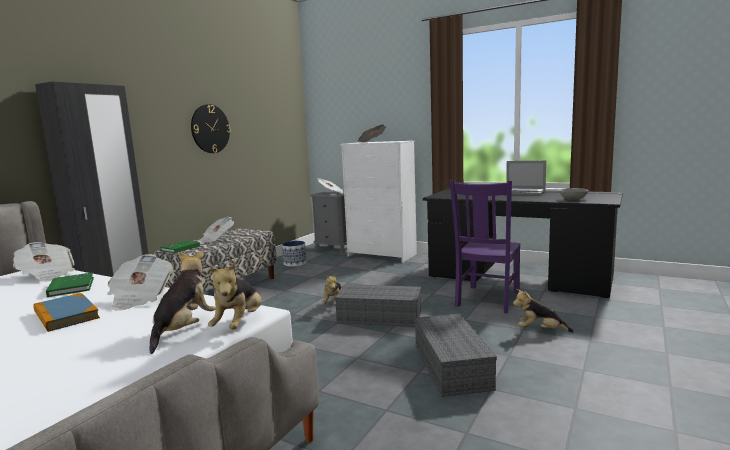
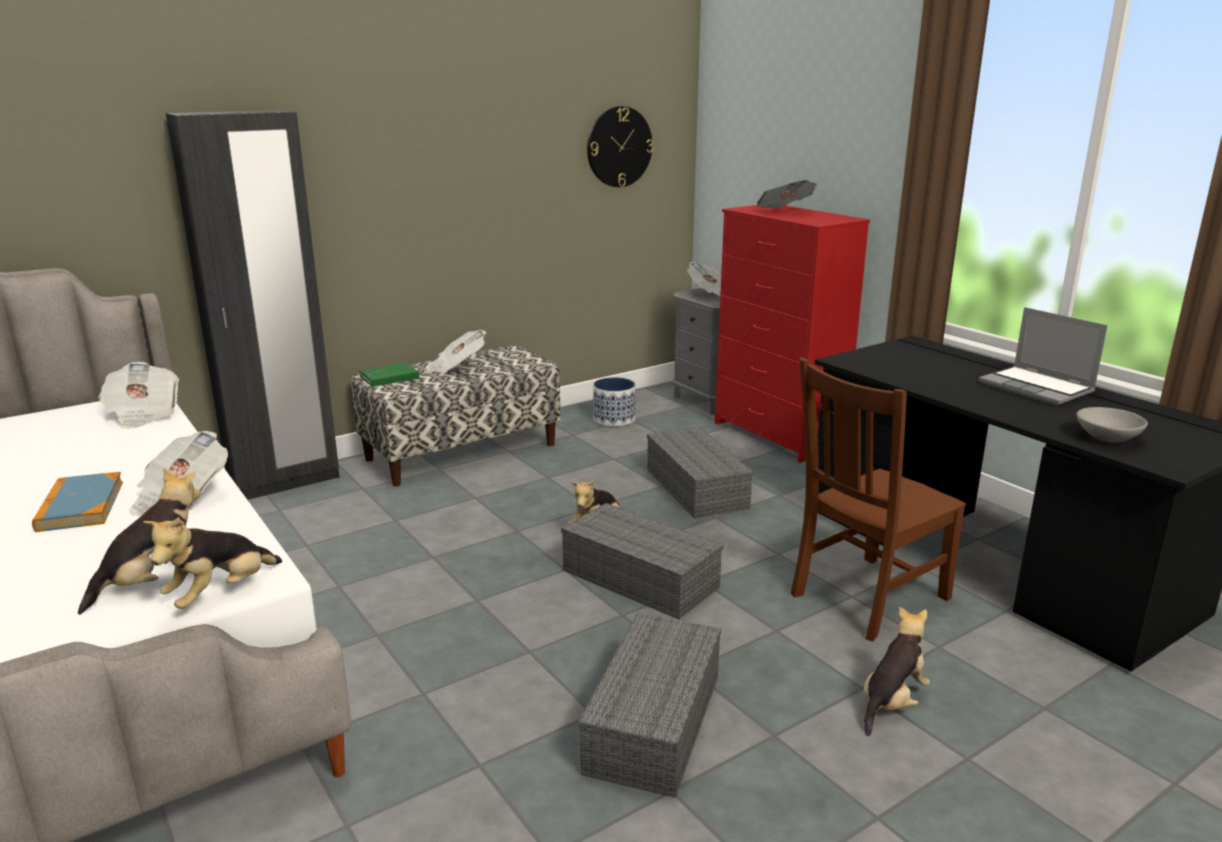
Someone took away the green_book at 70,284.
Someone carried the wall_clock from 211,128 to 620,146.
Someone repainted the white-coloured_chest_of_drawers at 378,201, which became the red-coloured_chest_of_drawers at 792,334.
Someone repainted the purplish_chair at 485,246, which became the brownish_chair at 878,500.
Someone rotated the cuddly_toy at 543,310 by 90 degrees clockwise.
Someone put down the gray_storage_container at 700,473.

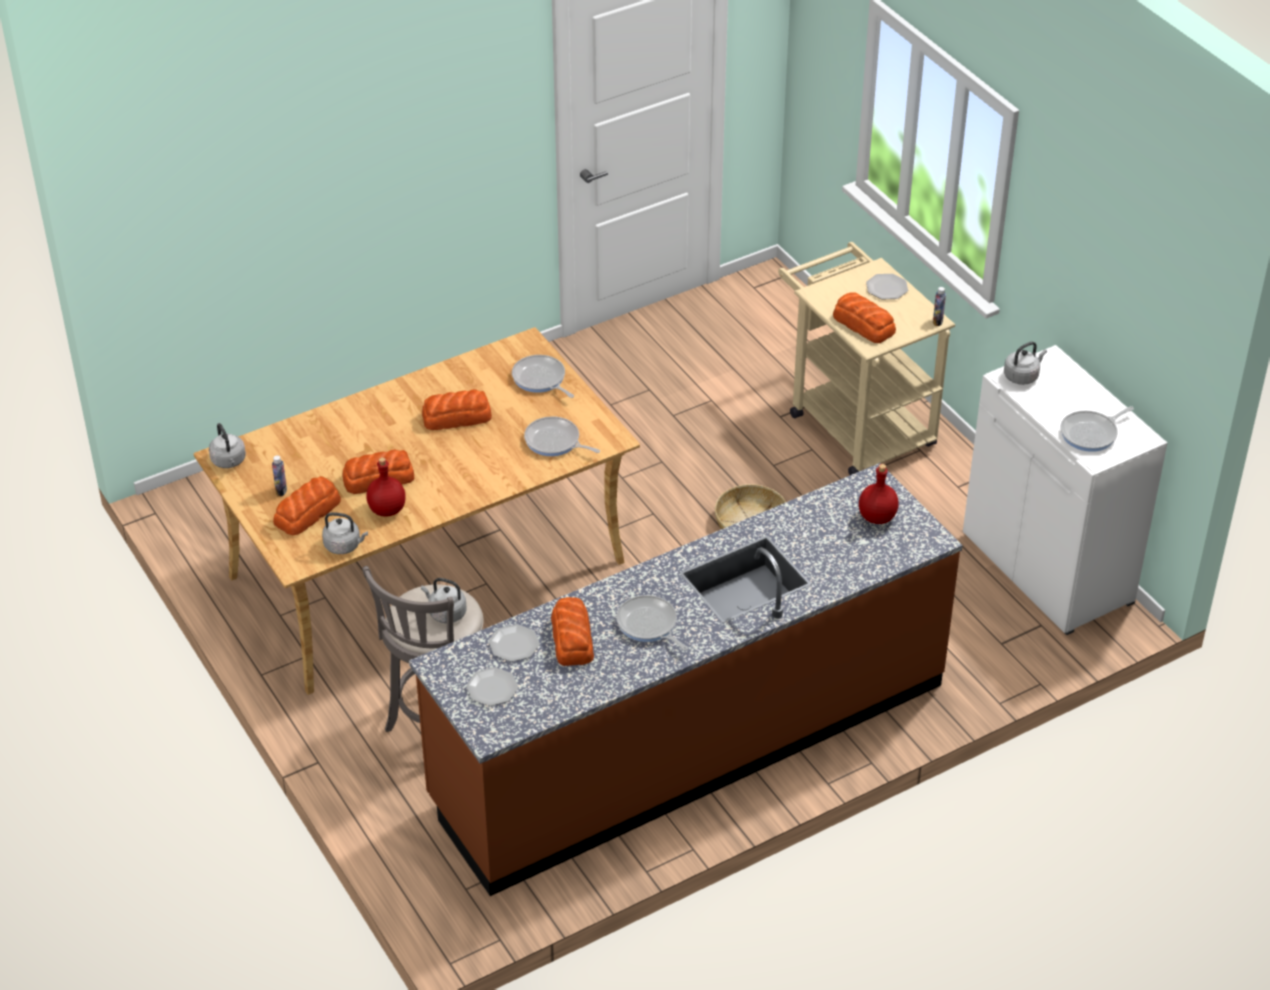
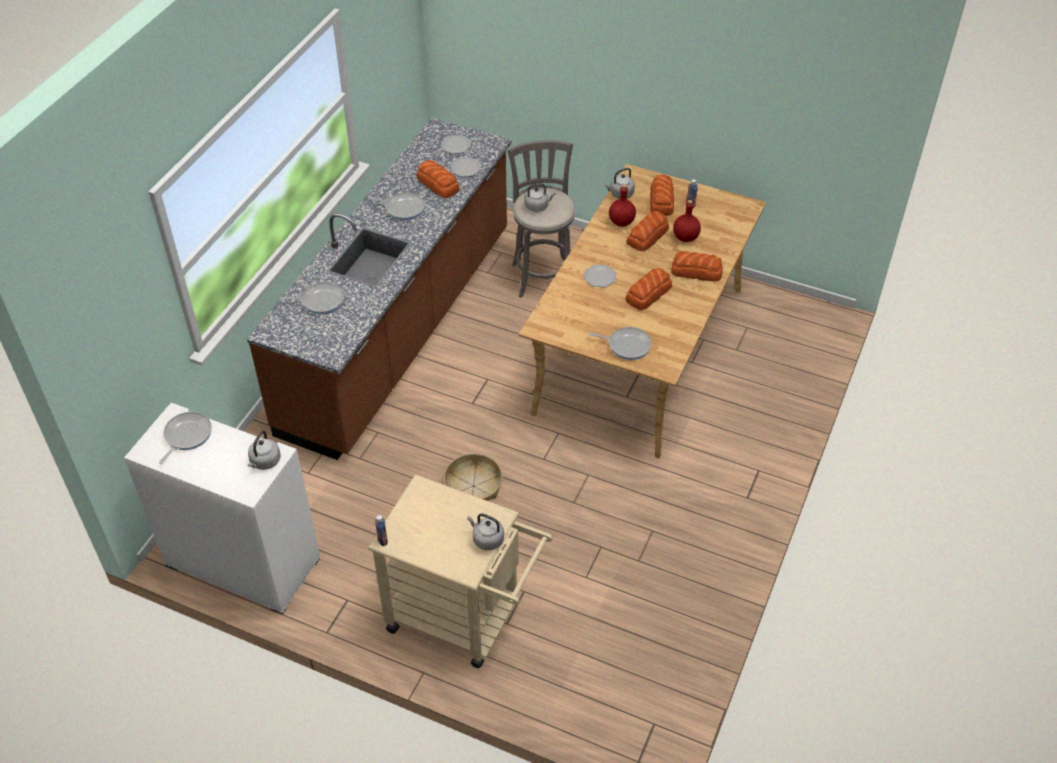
Someone carried the gray_water_kettle from 227,445 to 485,531.
Someone carried the pan from 562,436 to 311,298.
Someone carried the bread from 864,318 to 697,266.
Someone carried the red-coloured_bottle from 879,494 to 687,221.
Someone carried the plate from 887,286 to 600,276.

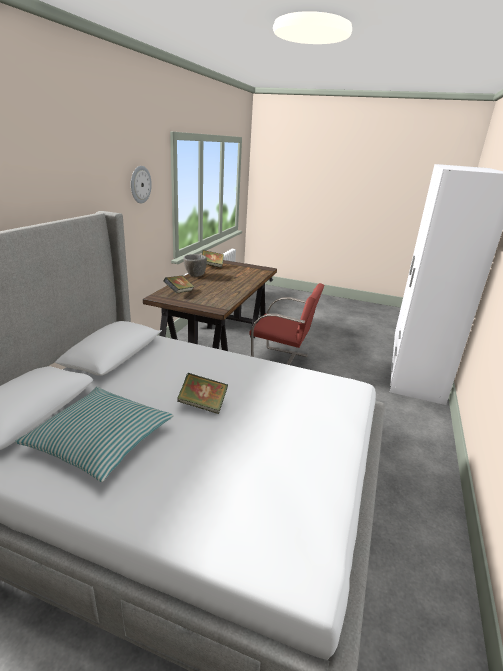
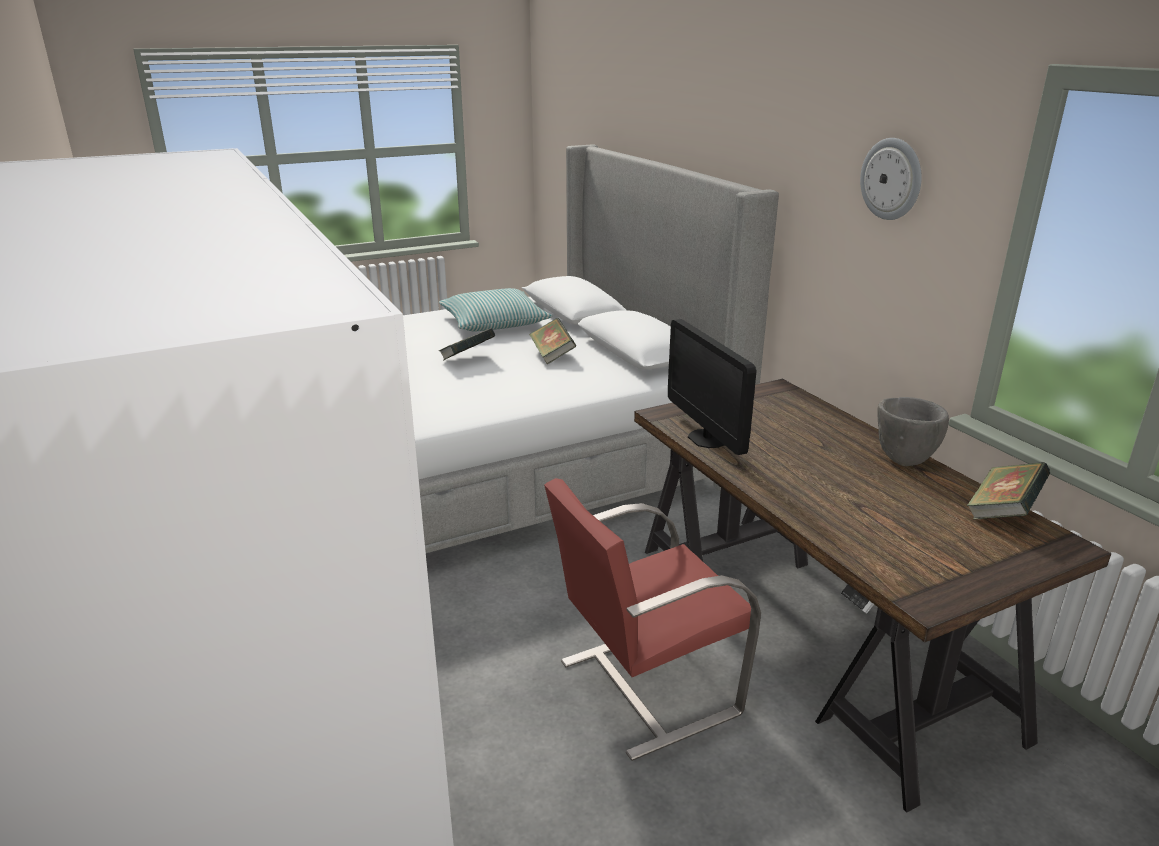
Someone carried the book from 179,284 to 552,341.
Someone put down the monitor at 712,387.

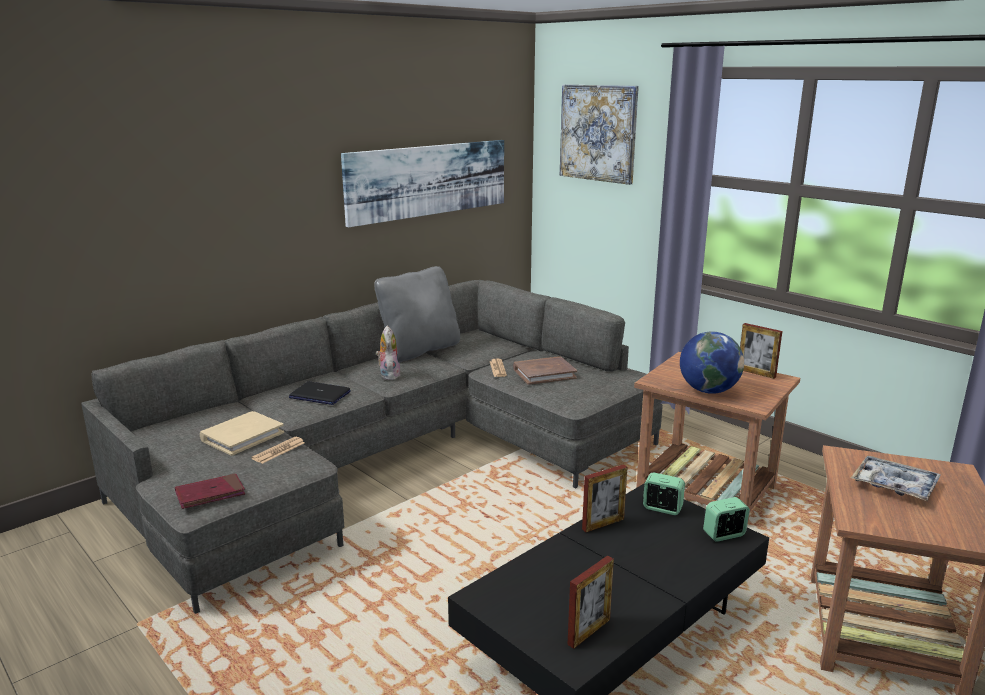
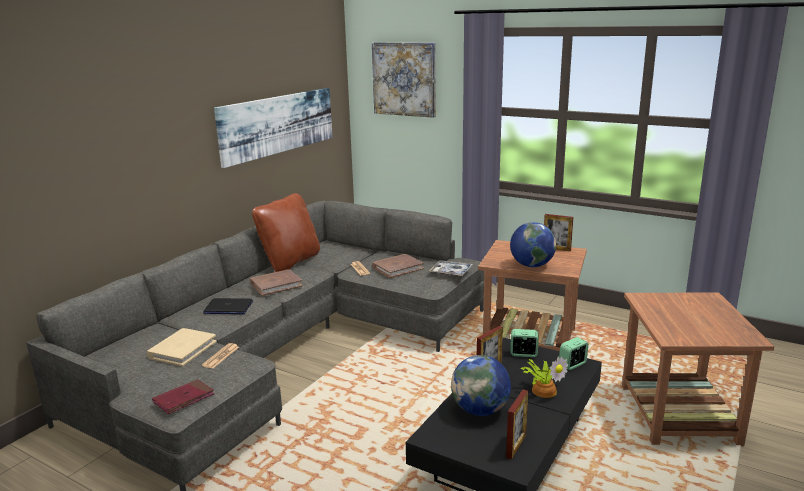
Someone repainted the gray_cushion at 417,314, which became the brownish_cushion at 286,232.
Someone swapped the cuddly_toy at 388,353 for the brownish_book at 276,282.
Someone carried the tray from 896,478 to 451,268.
Someone put down the world_globe at 481,385.
Someone put down the plant_in_a_pot at 544,377.

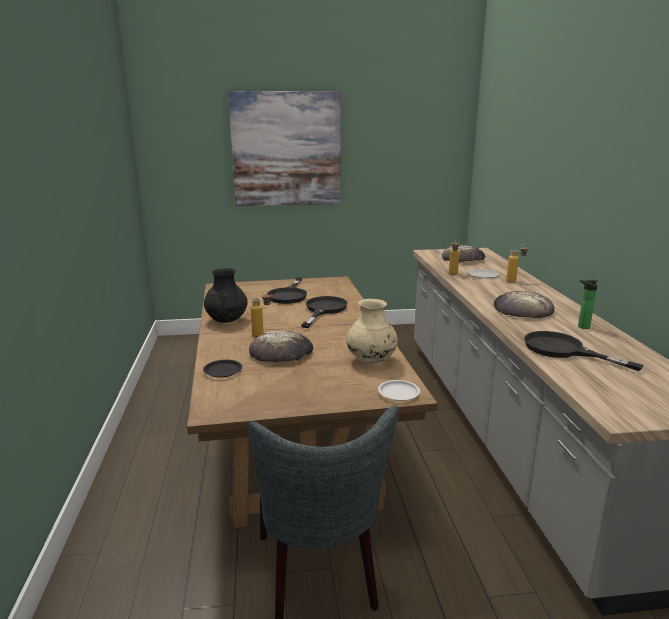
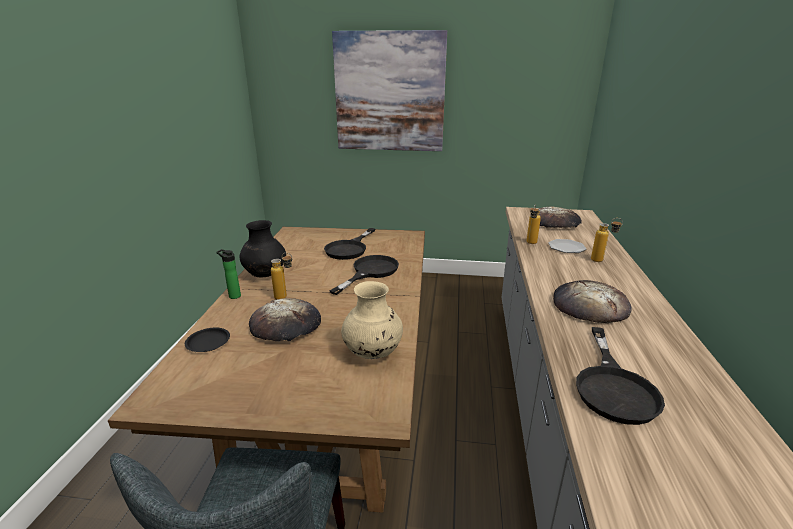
Someone took away the white-coloured_plate at 399,390.
Someone rotated the black-coloured_pan at 584,351 by 135 degrees counterclockwise.
Someone carried the bottle from 588,304 to 229,274.

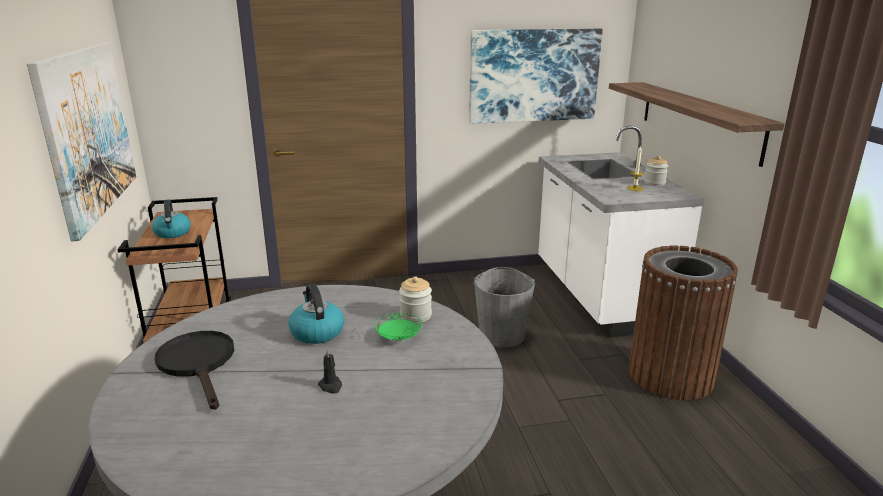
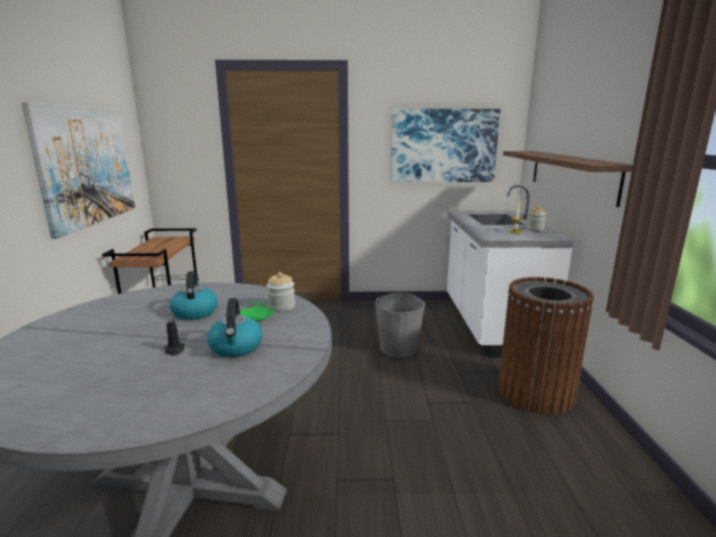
Someone carried the water_kettle from 171,219 to 235,327.
Someone took away the black-coloured_pan at 194,370.

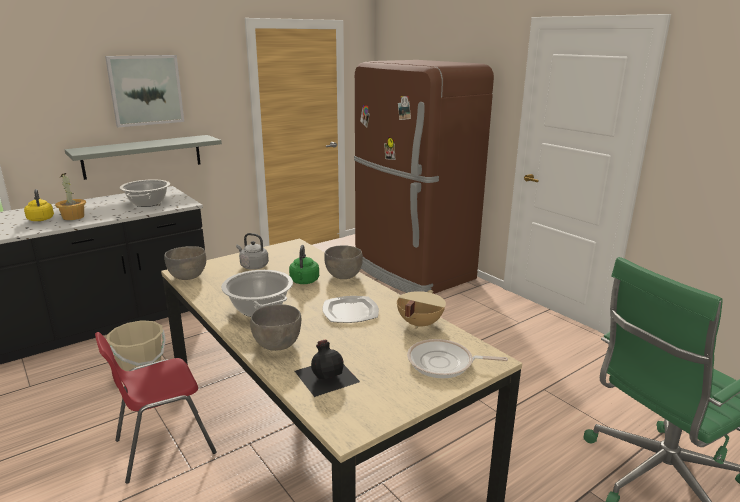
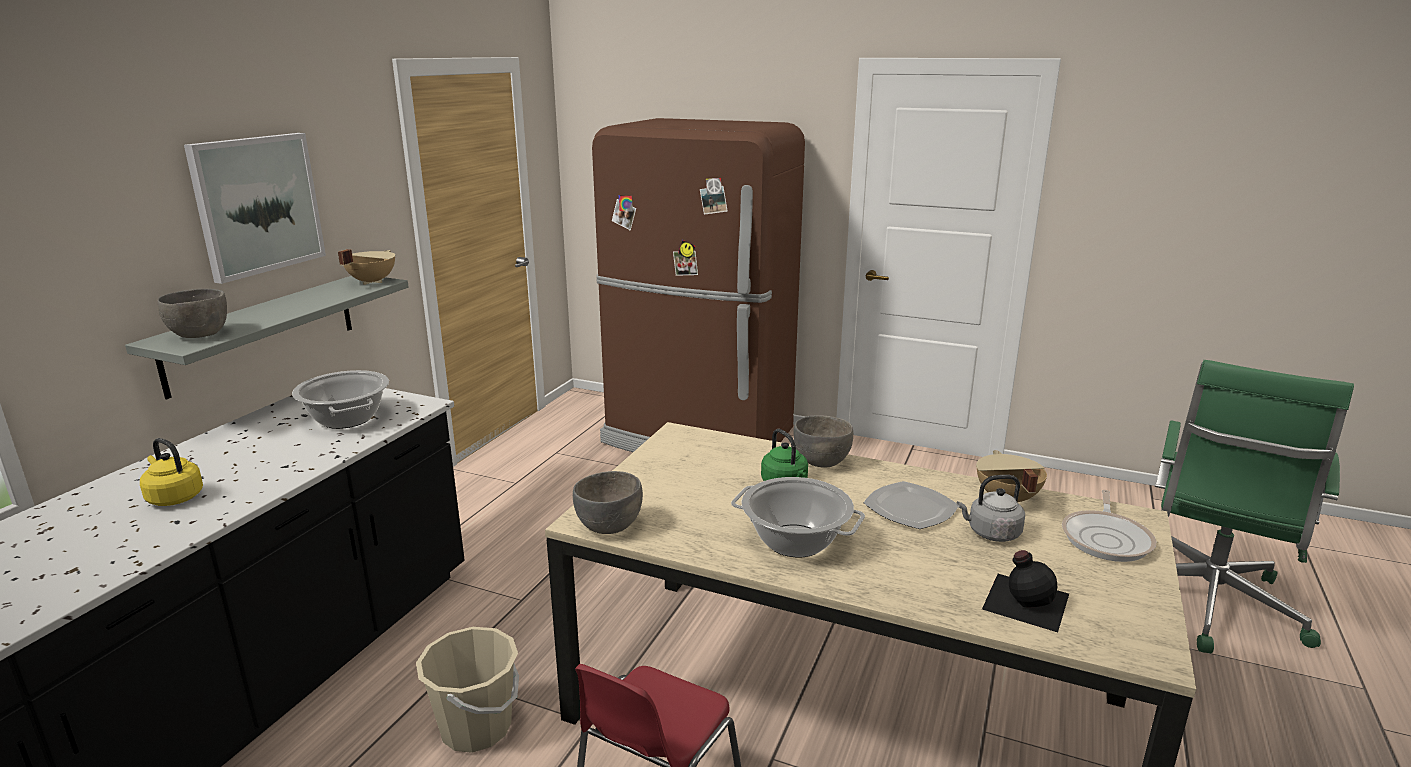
Someone took away the plant_in_a_pot at 70,196.
Someone carried the gray_water_kettle from 252,251 to 990,508.
Someone carried the gray_serving_bowl from 275,327 to 192,313.
Someone rotated the pan at 457,358 by 45 degrees counterclockwise.
Someone put down the sand-coloured_cooking_pot at 366,267.

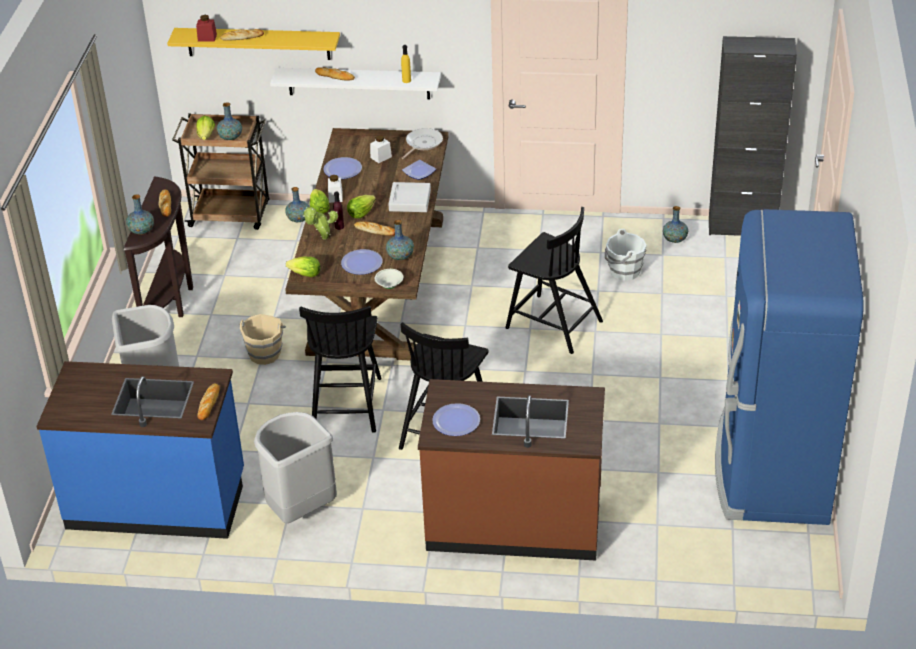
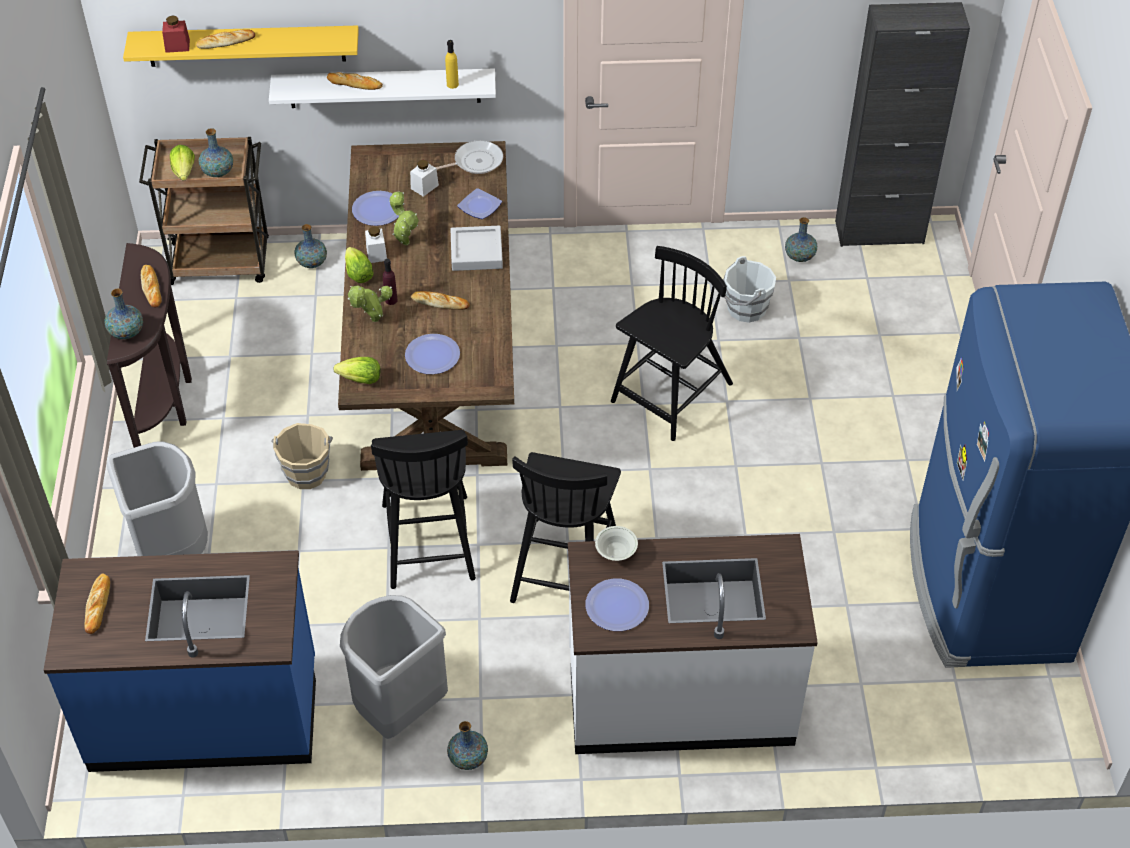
Someone carried the bread from 208,401 to 97,604.
Someone took away the head_of_lettuce at 361,206.
Someone carried the white-coloured_serving_bowl from 388,279 to 616,543.
Someone carried the vase from 400,240 to 467,745.
Someone rotated the pan at 422,143 by 45 degrees clockwise.
Someone repainted the brownish_kitchen_counter at 511,470, which became the white-coloured_kitchen_counter at 693,644.
Someone rotated the black-coloured_chair at 554,280 by 75 degrees counterclockwise.
Someone put down the plant_in_a_pot at 404,218.

